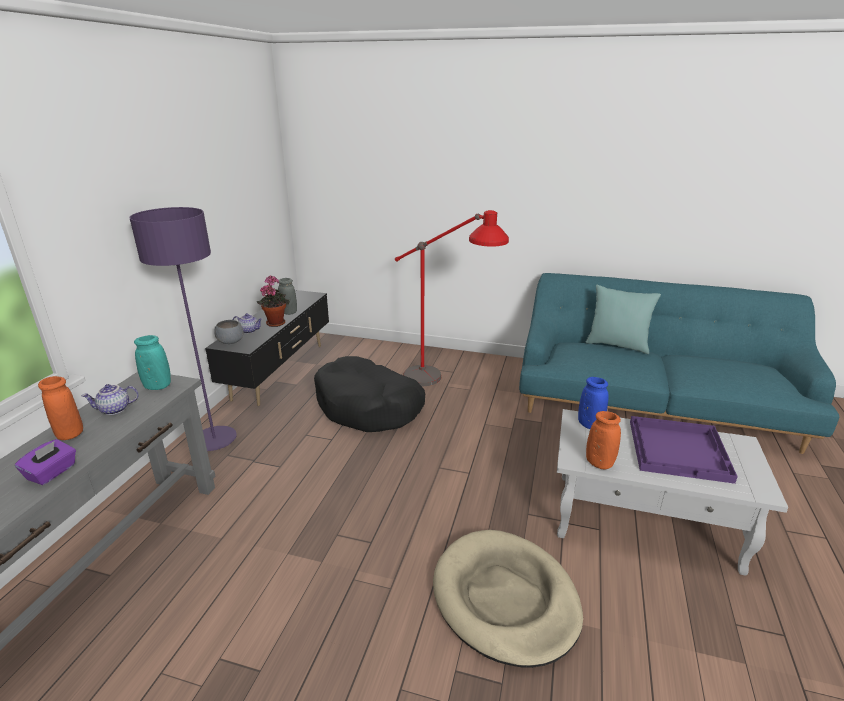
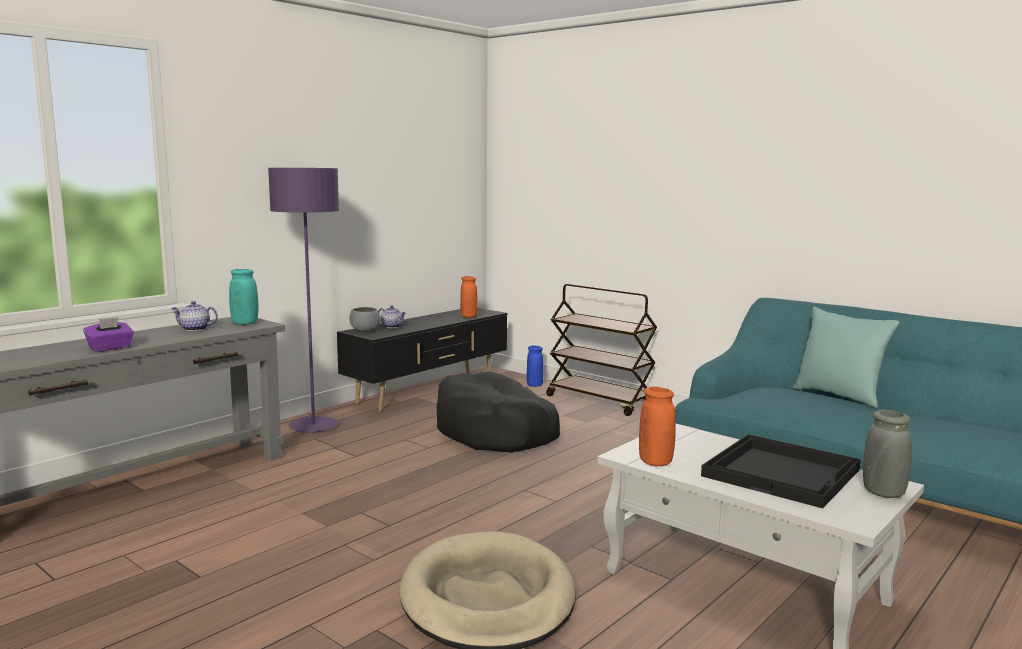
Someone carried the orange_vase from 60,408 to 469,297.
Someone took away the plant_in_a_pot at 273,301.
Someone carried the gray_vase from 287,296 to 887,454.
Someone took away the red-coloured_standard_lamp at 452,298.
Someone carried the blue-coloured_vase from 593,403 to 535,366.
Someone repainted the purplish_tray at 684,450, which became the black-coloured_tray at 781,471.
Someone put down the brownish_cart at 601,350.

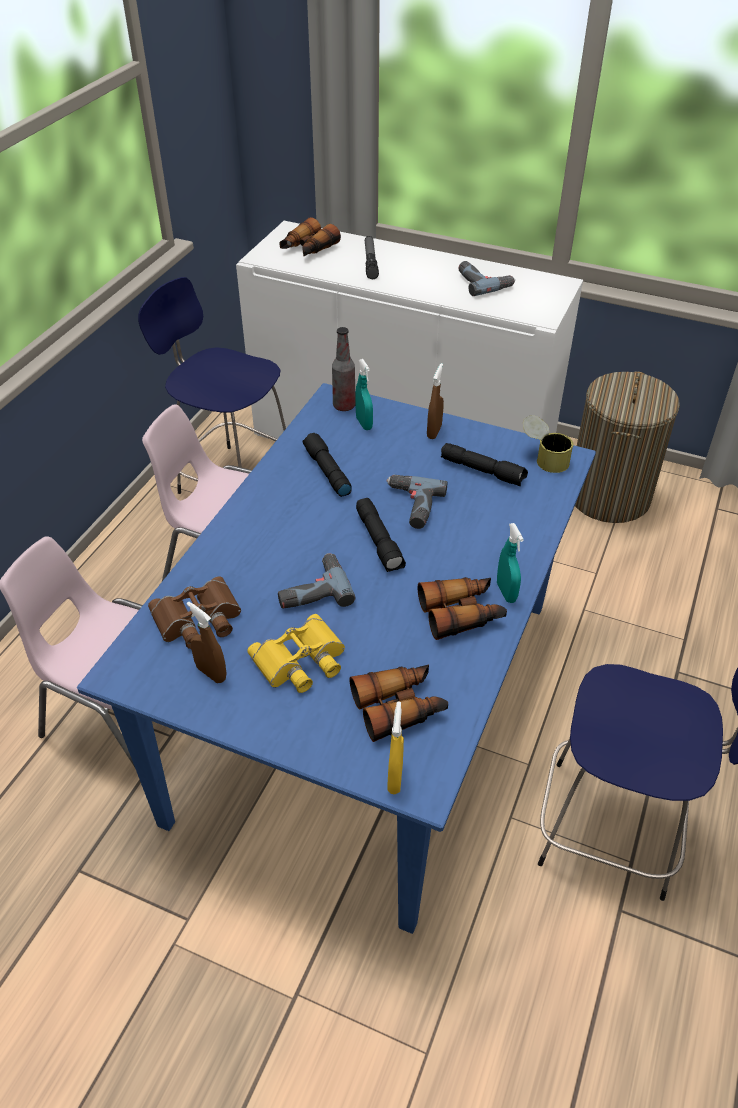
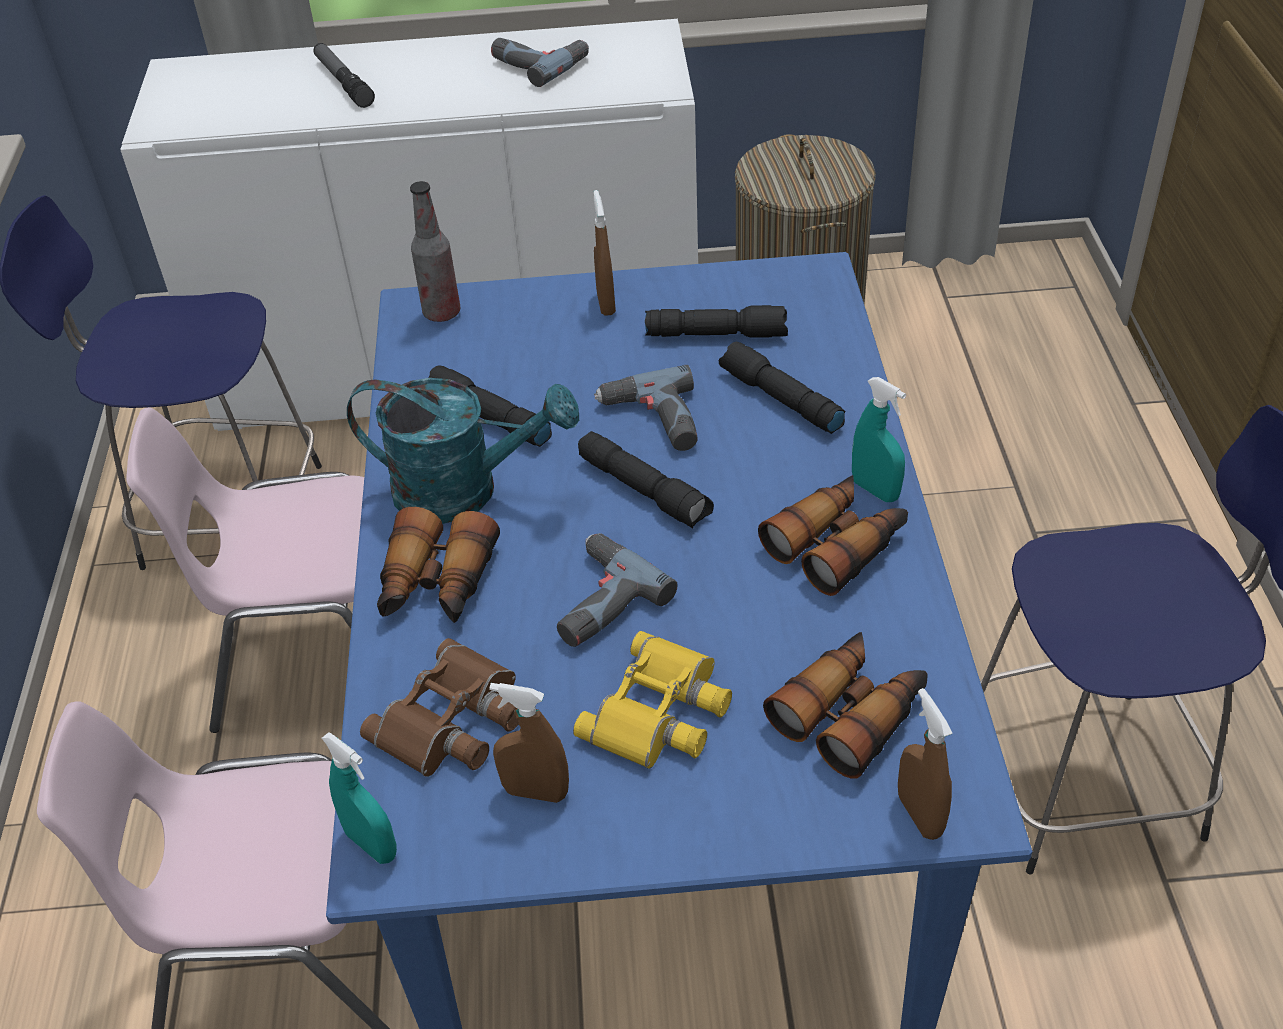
Someone carried the binoculars from 310,236 to 438,565.
Someone carried the turquoise_hand_sprayer from 364,394 to 359,798.
Someone repainted the yellowish_hand_sprayer at 395,747, which became the brownish_hand_sprayer at 925,764.
Someone took away the metal_can at 548,444.
Someone put down the turquoise_sprinkling_can at 463,451.
Someone put down the black-coloured_hand_torch at 782,387.

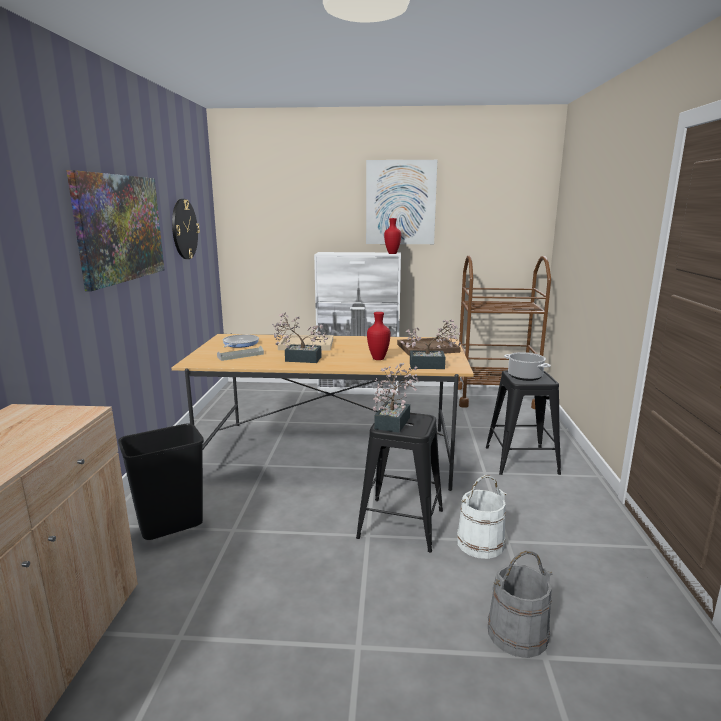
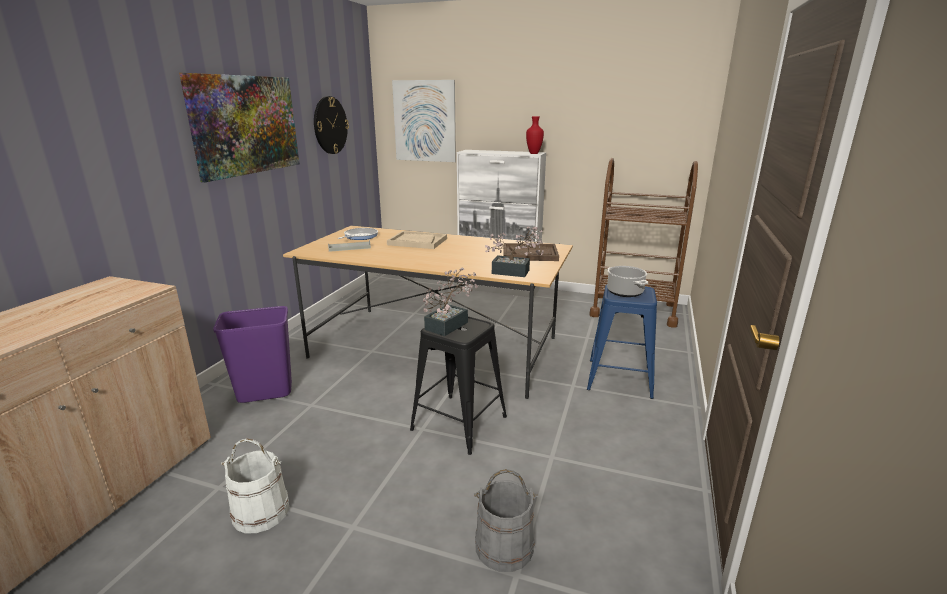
Someone repainted the black-coloured_rubbish_bin at 161,481, which became the purplish_rubbish_bin at 252,354.
Someone took away the plant_in_a_pot at 300,338.
Someone carried the wall_art from 401,202 to 424,121.
Someone took away the red-coloured_vase at 378,336.
Someone carried the white-coloured_pail from 482,517 to 255,486.
Someone repainted the black-coloured_stool at 523,422, which became the blue-coloured_stool at 622,341.

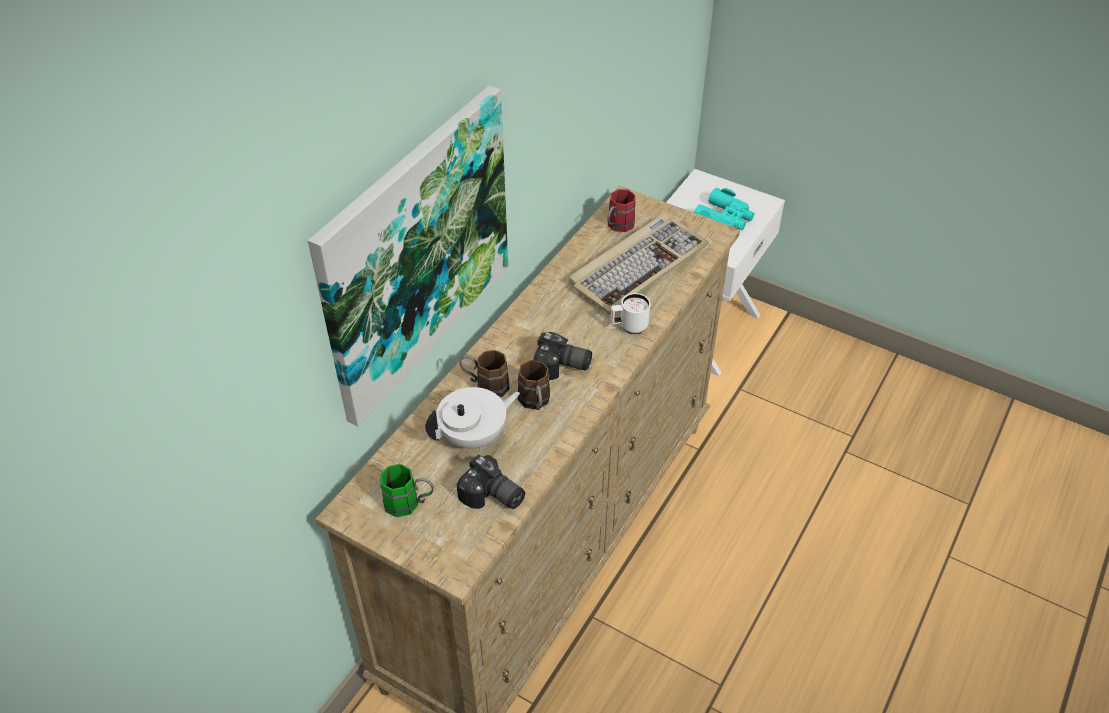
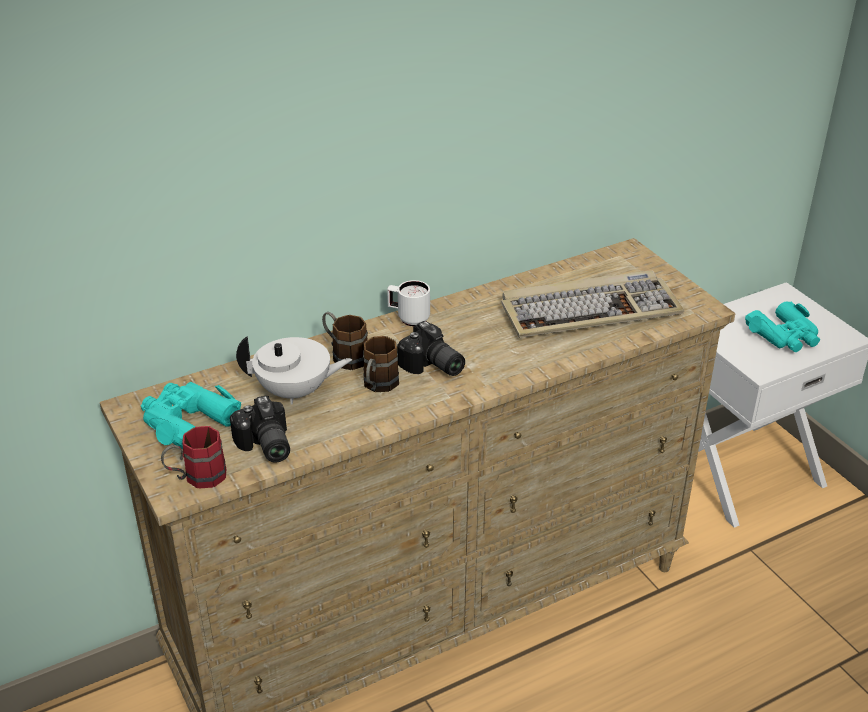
Someone took away the wall_art at 408,256.
Someone swapped the green_tea_mug at 407,490 for the turquoise_binoculars at 191,416.
Someone carried the red-coloured_tea_mug from 621,210 to 193,457.
Someone carried the white-coloured_tea_mug from 630,313 to 408,303.

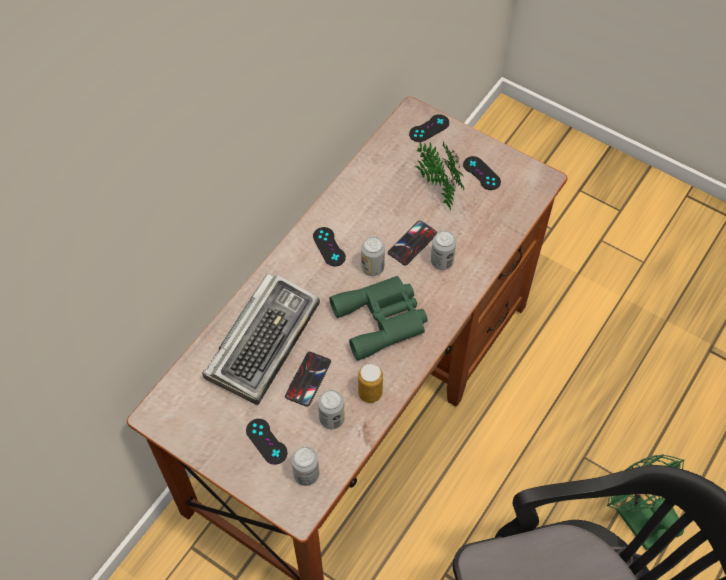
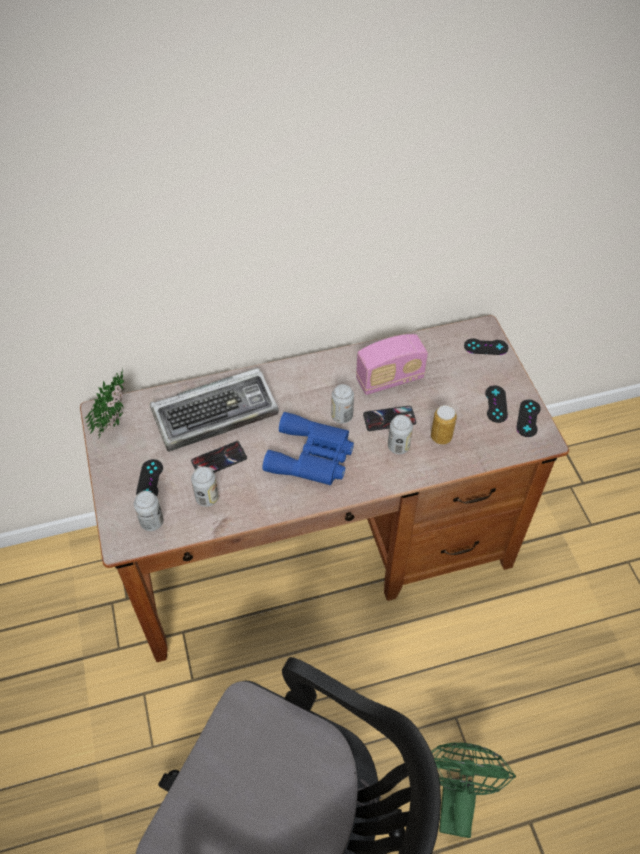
Someone carried the black-coloured_gamepad from 329,247 to 528,418.
Someone repainted the green_binoculars at 378,318, which became the blue-coloured_binoculars at 308,448.
Someone carried the metal_can from 370,383 to 444,424.
Someone carried the plant_in_a_pot from 439,175 to 105,404.
Someone put down the radio_receiver at 392,364.

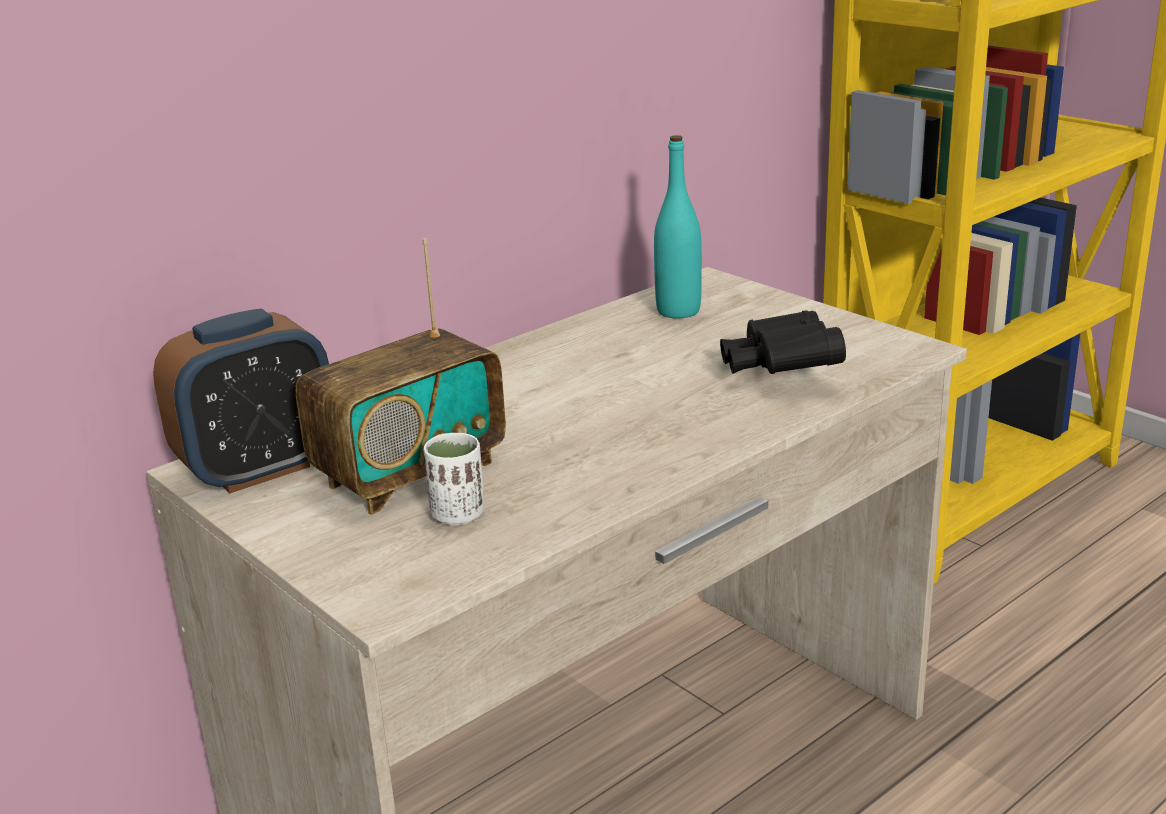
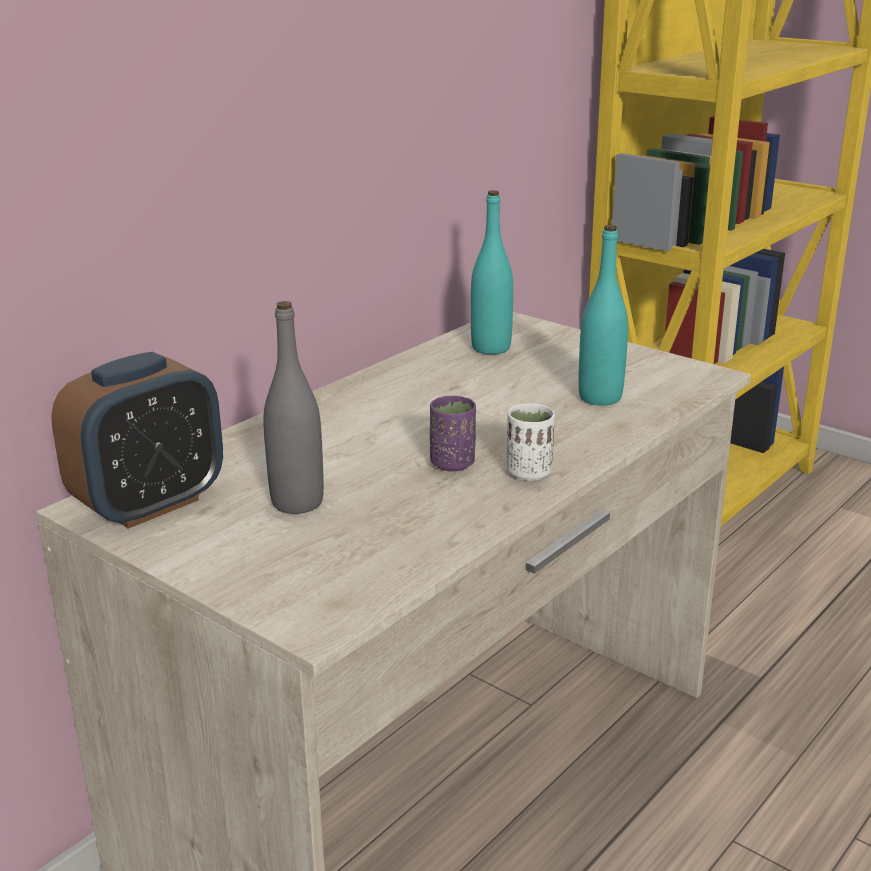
Someone swapped the radio_receiver at 401,376 for the gray_bottle at 294,407.
Someone carried the white-coloured_drinking_cup from 453,479 to 530,442.
Someone swapped the black-coloured_binoculars at 783,342 for the turquoise_bottle at 603,315.
Someone put down the purplish_drinking_cup at 453,434.

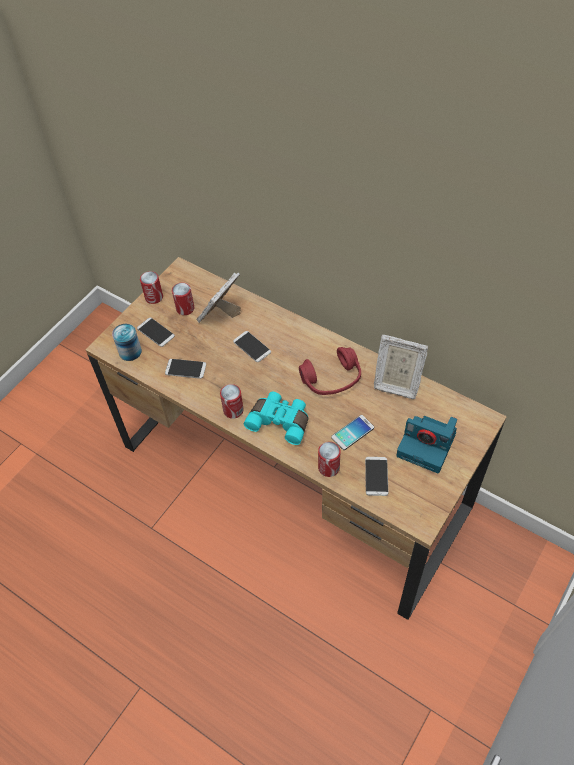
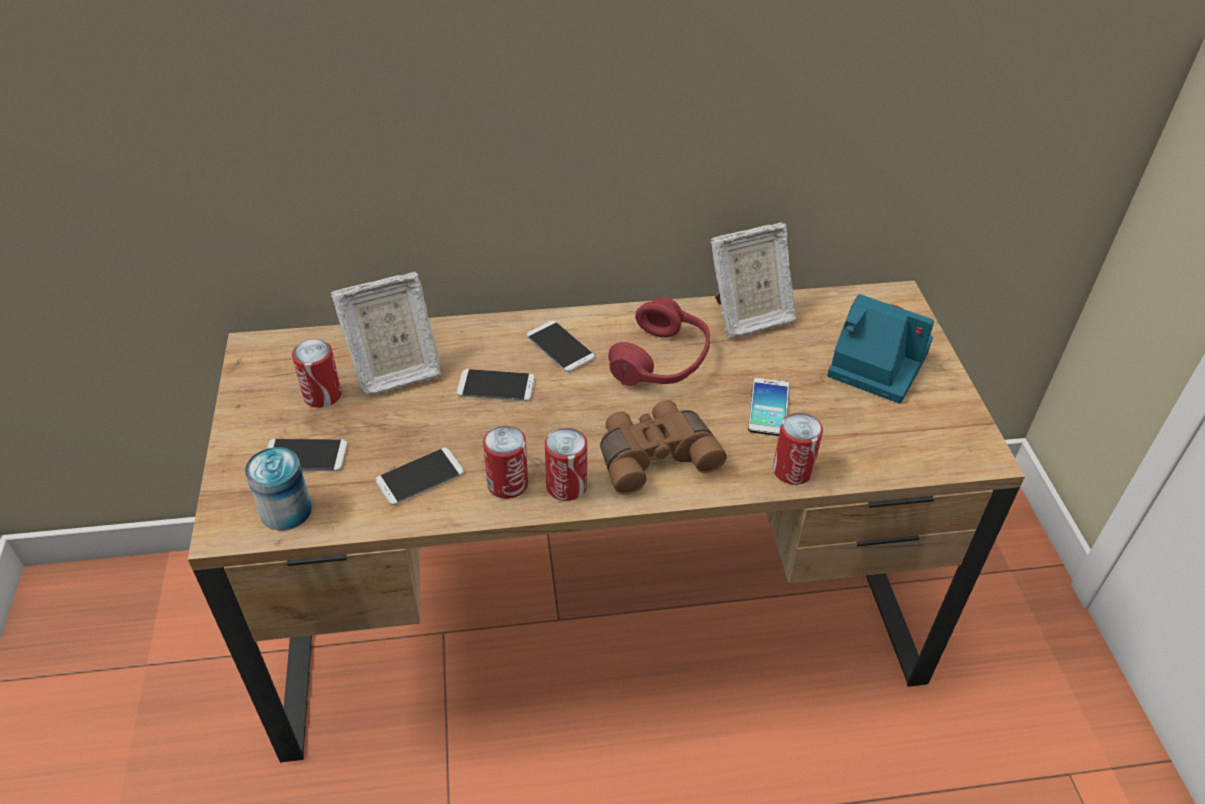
Someone carried the metal_can from 151,287 to 505,462.
Someone rotated the photo_frame at 219,298 by 105 degrees counterclockwise.
Someone repainted the turquoise_binoculars at 276,418, which became the brownish_binoculars at 663,447.
Someone carried the telephone from 376,476 to 560,346.
Someone rotated the photo_camera at 426,444 by 135 degrees counterclockwise.

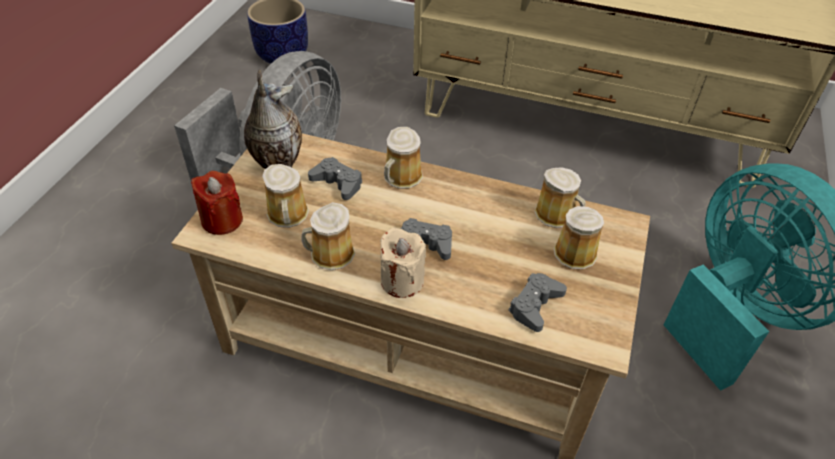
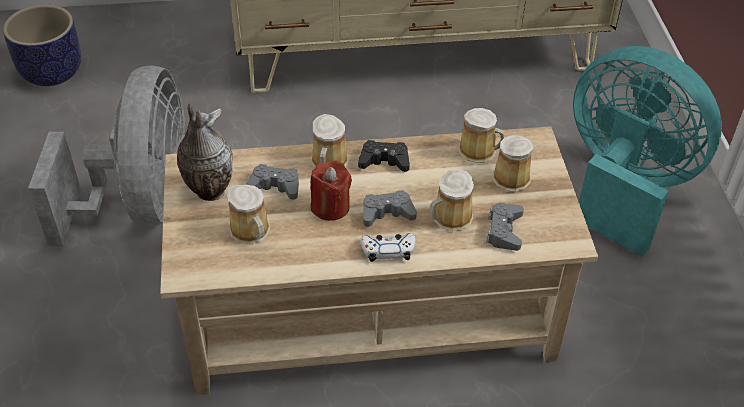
Someone carried the red-coloured_candle from 217,203 to 331,191.
Someone carried the tea_mug from 328,236 to 451,200.
Someone swapped the sand-coloured_candle at 403,262 for the white-coloured_gamepad at 388,247.
Someone put down the black-coloured_gamepad at 384,156.

